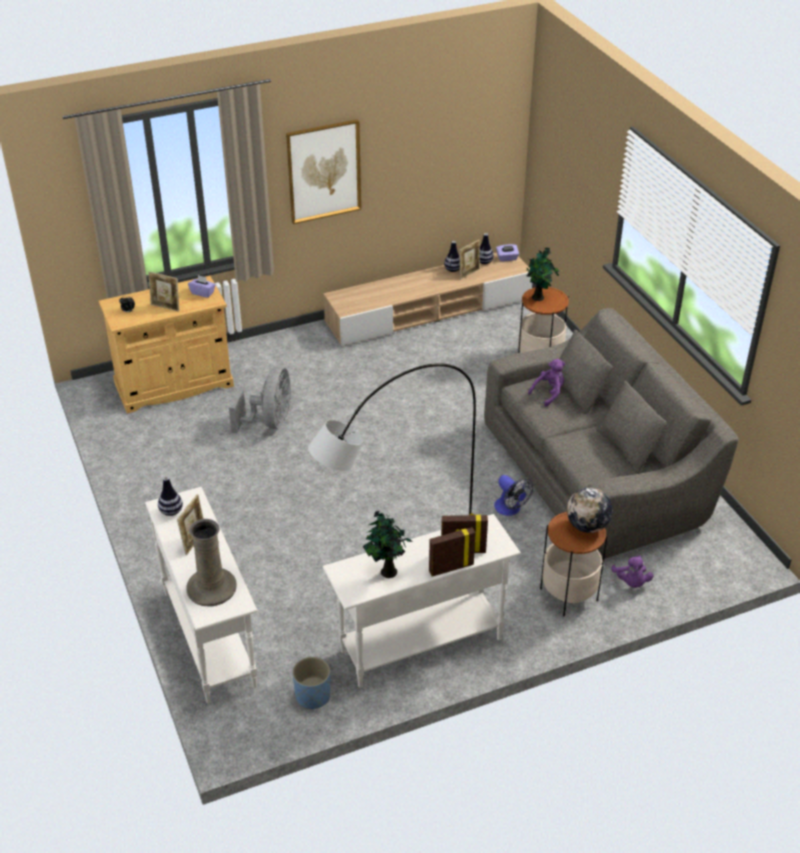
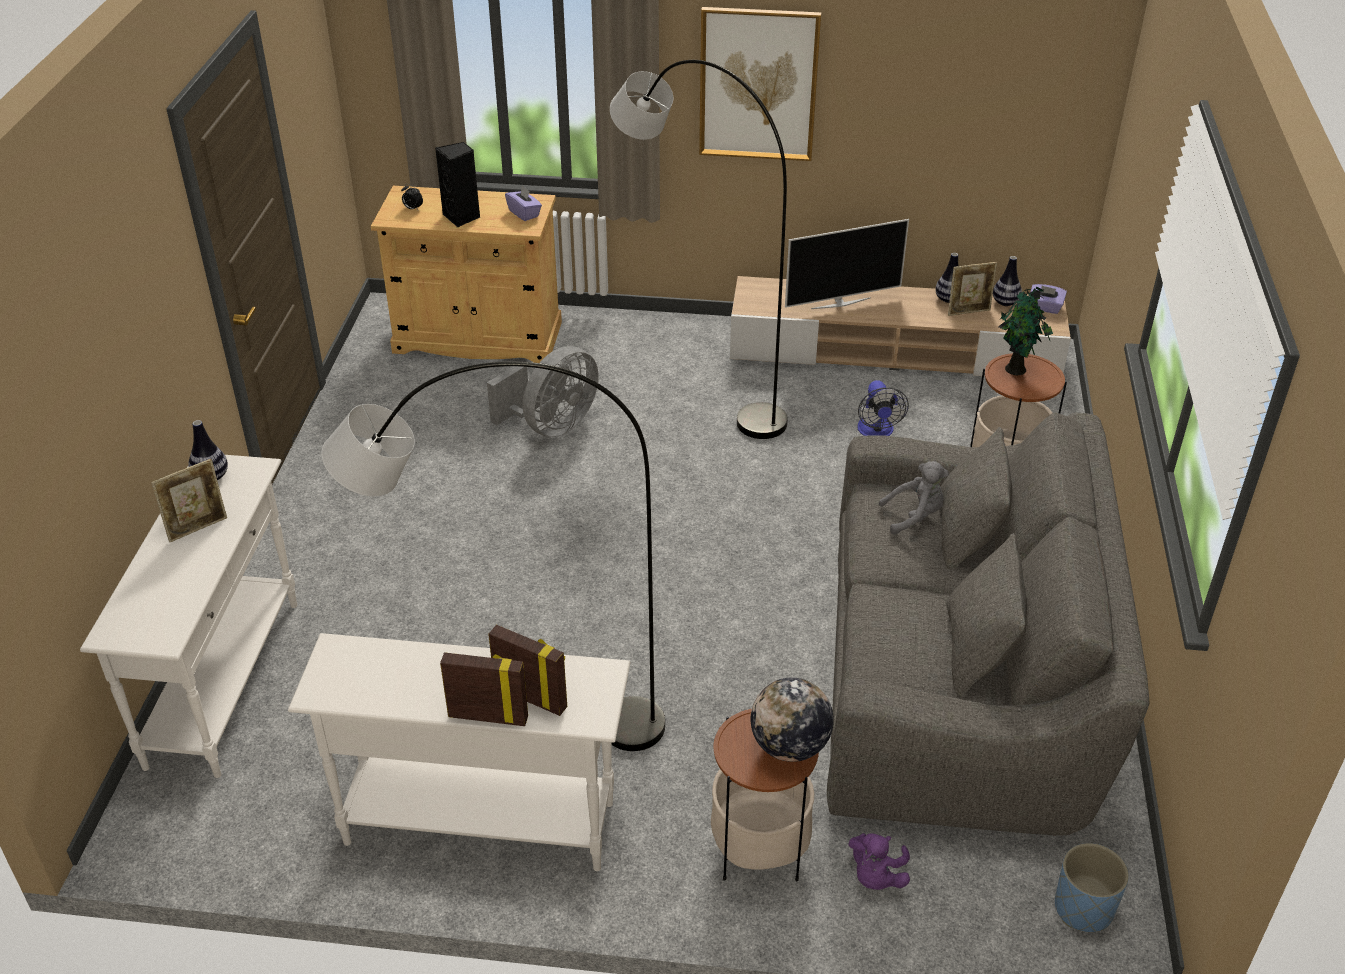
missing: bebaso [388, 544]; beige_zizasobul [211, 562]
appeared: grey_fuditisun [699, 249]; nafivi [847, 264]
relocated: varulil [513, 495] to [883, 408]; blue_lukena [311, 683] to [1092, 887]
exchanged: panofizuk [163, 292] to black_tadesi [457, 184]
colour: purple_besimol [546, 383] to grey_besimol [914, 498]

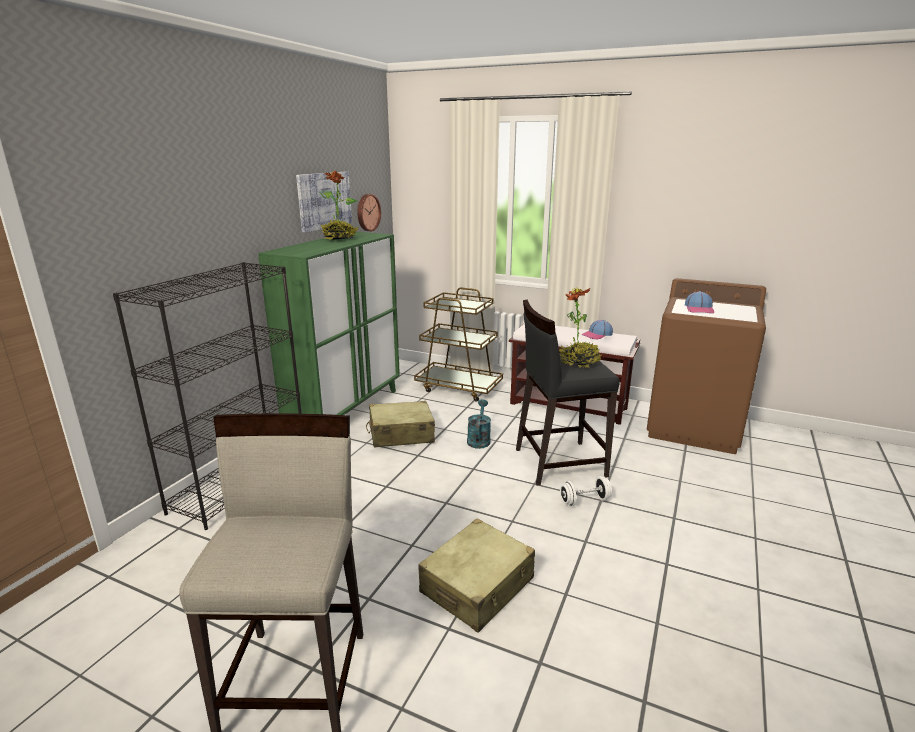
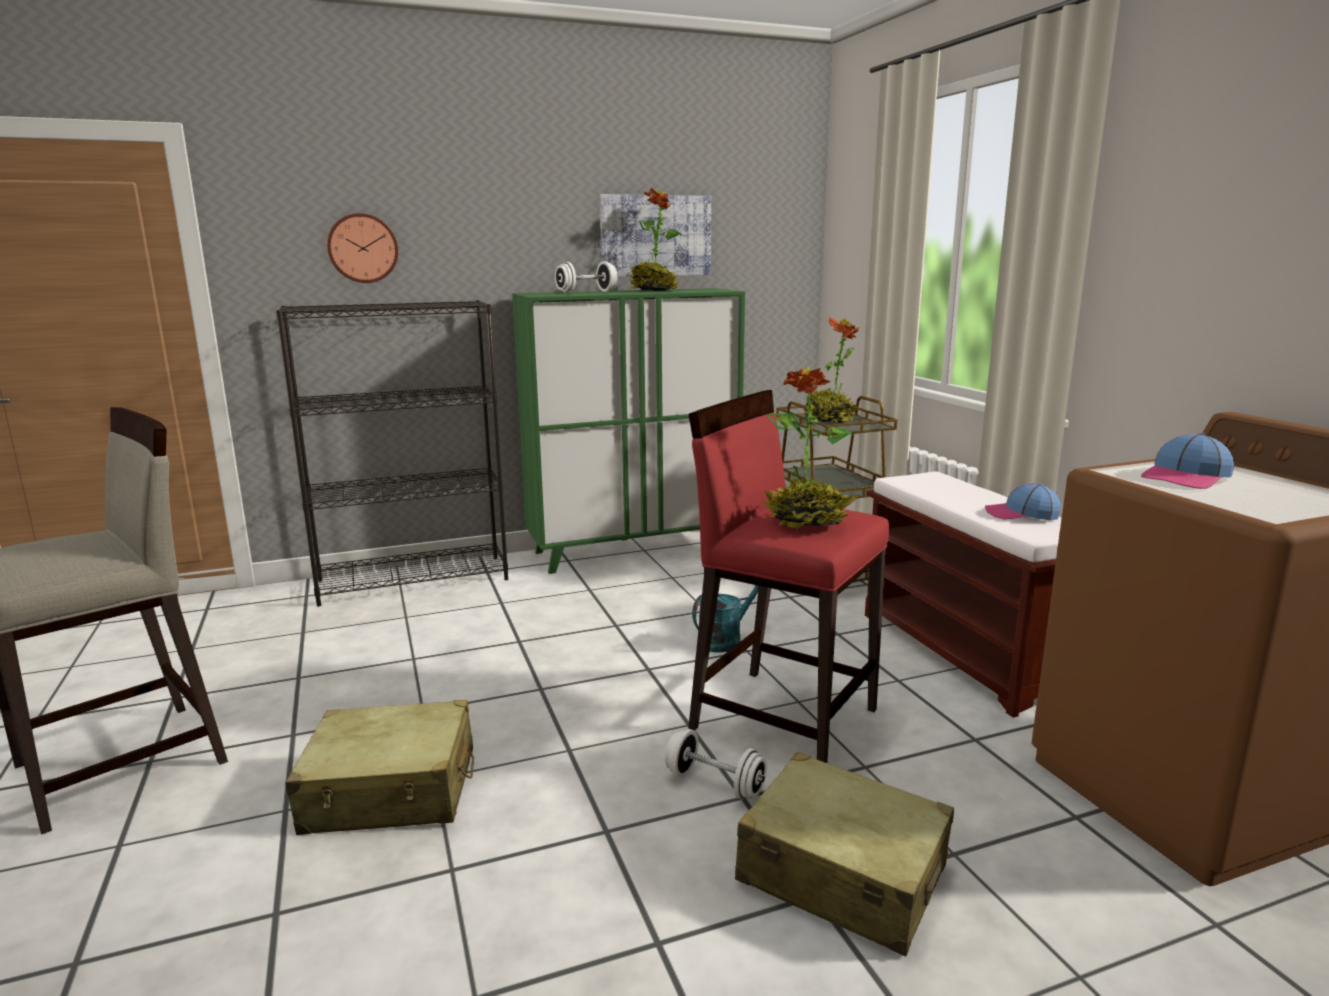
appeared: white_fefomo [586, 277]; bebaso [831, 370]
relocated: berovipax [369, 212] to [362, 248]; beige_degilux [400, 424] to [844, 854]
colour: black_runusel [568, 393] to red_runusel [789, 576]

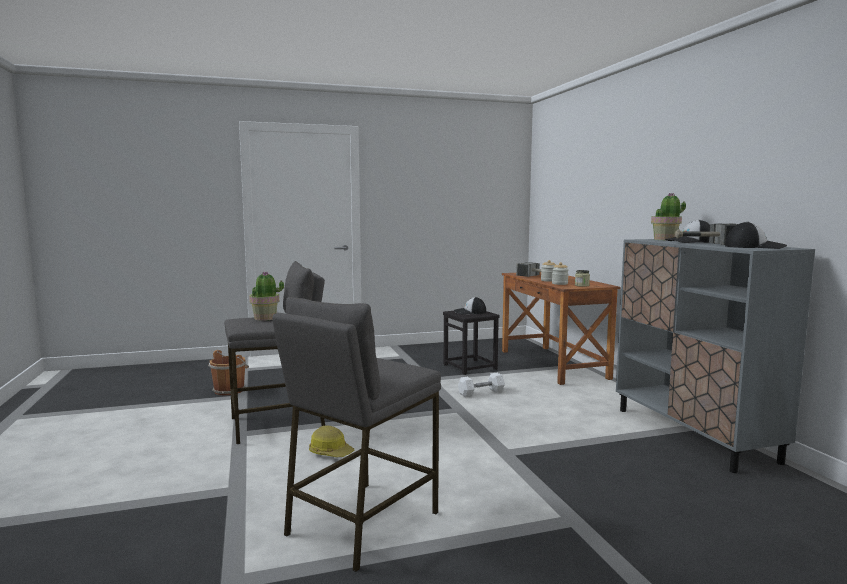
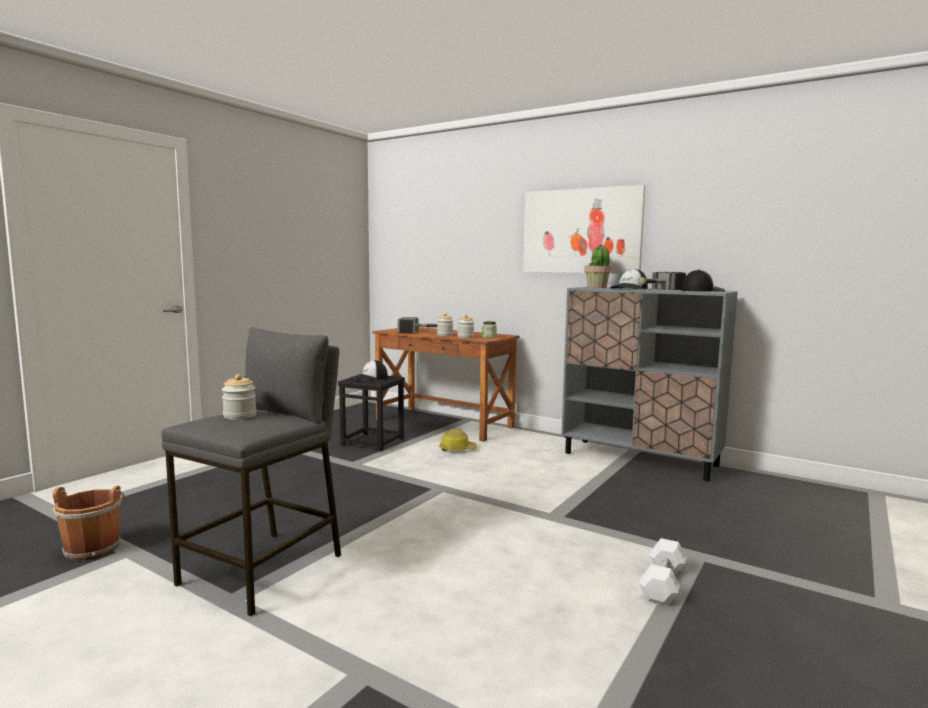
missing: grey_runusel [356, 434]
appeared: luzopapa [584, 229]
relocated: white_fefomo [481, 385] to [663, 572]; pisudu [332, 441] to [458, 440]
exchanged: bebaso [266, 296] to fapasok [239, 397]

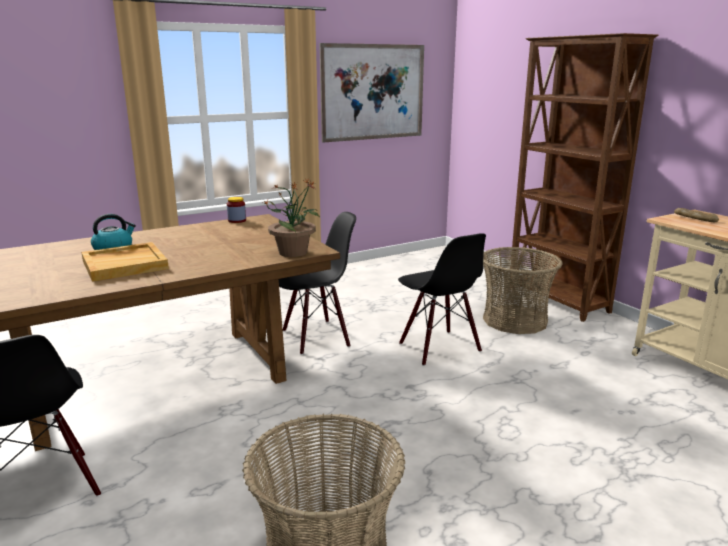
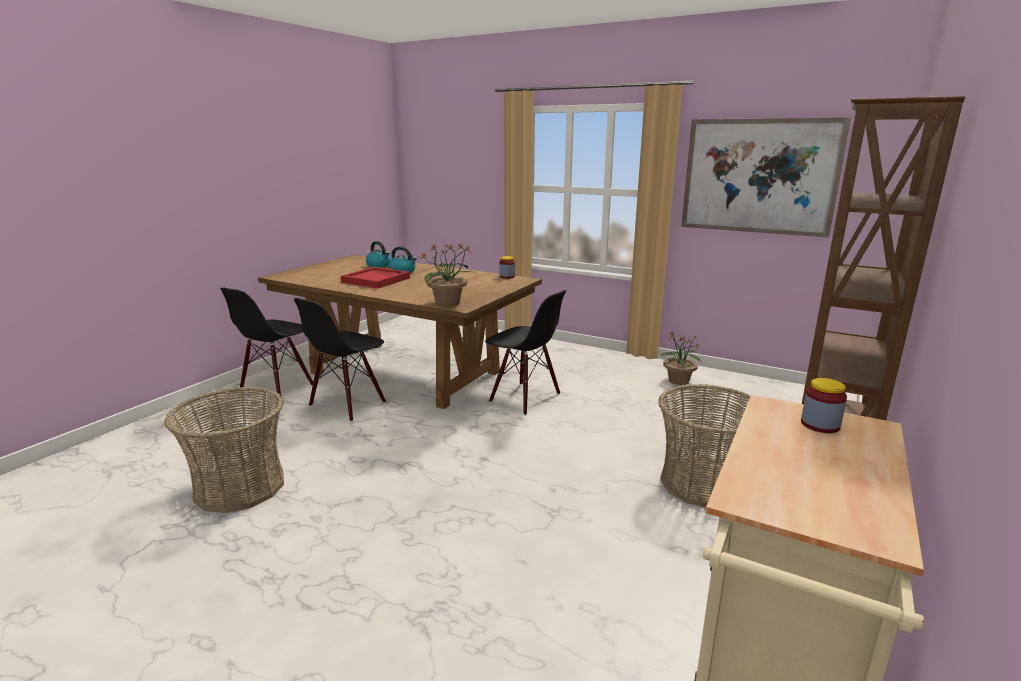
appeared: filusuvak [379, 254]; bebaso [681, 357]
relocated: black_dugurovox [442, 299] to [340, 360]
exchanged: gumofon [696, 215] to fapasok [824, 405]
colour: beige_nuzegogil [125, 262] to red_nuzegogil [375, 277]

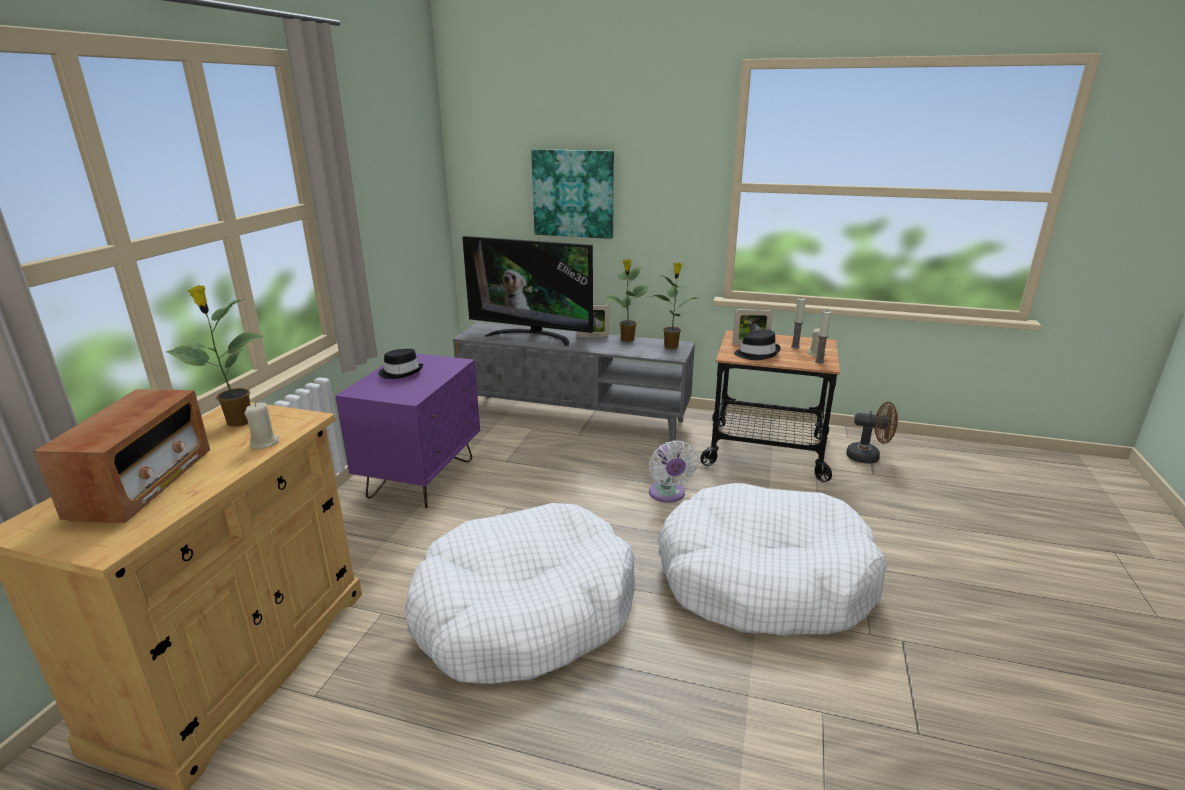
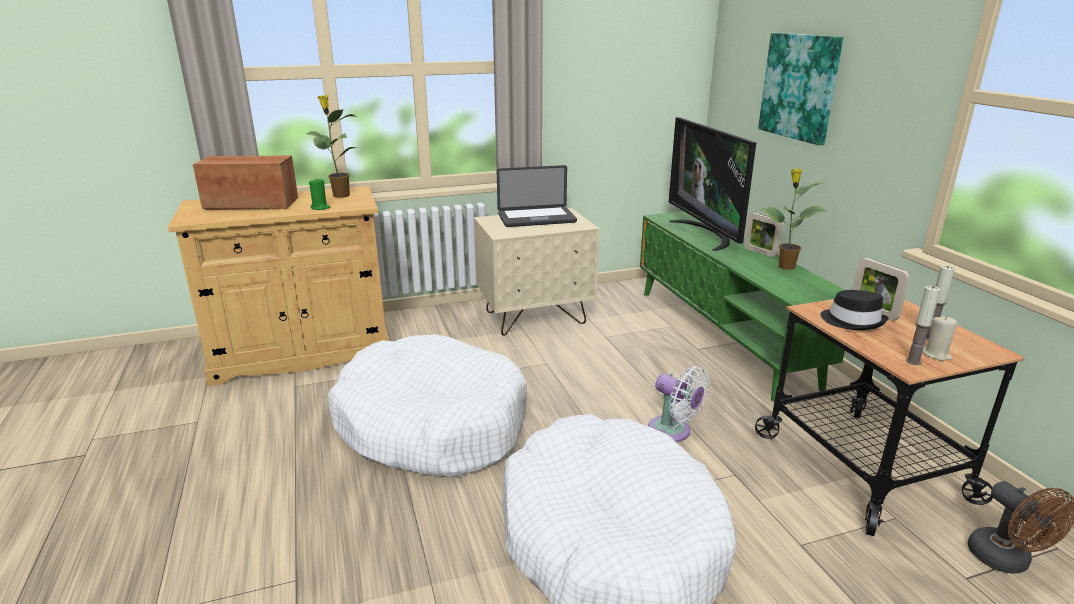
missing: bebaso [673, 305]
exchanged: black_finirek [400, 364] to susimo [537, 196]
colour: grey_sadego [574, 382] to green_sadego [742, 306]; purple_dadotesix [407, 431] to beige_dadotesix [537, 272]; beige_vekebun [261, 426] to green_vekebun [319, 194]
spun: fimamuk [122, 456] = [245, 182] 150 degrees counterclockwise; white_varulil [673, 471] = [679, 404] 90 degrees counterclockwise

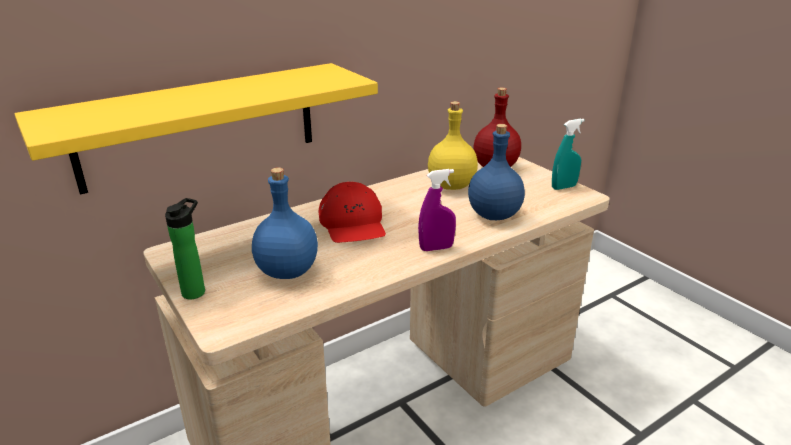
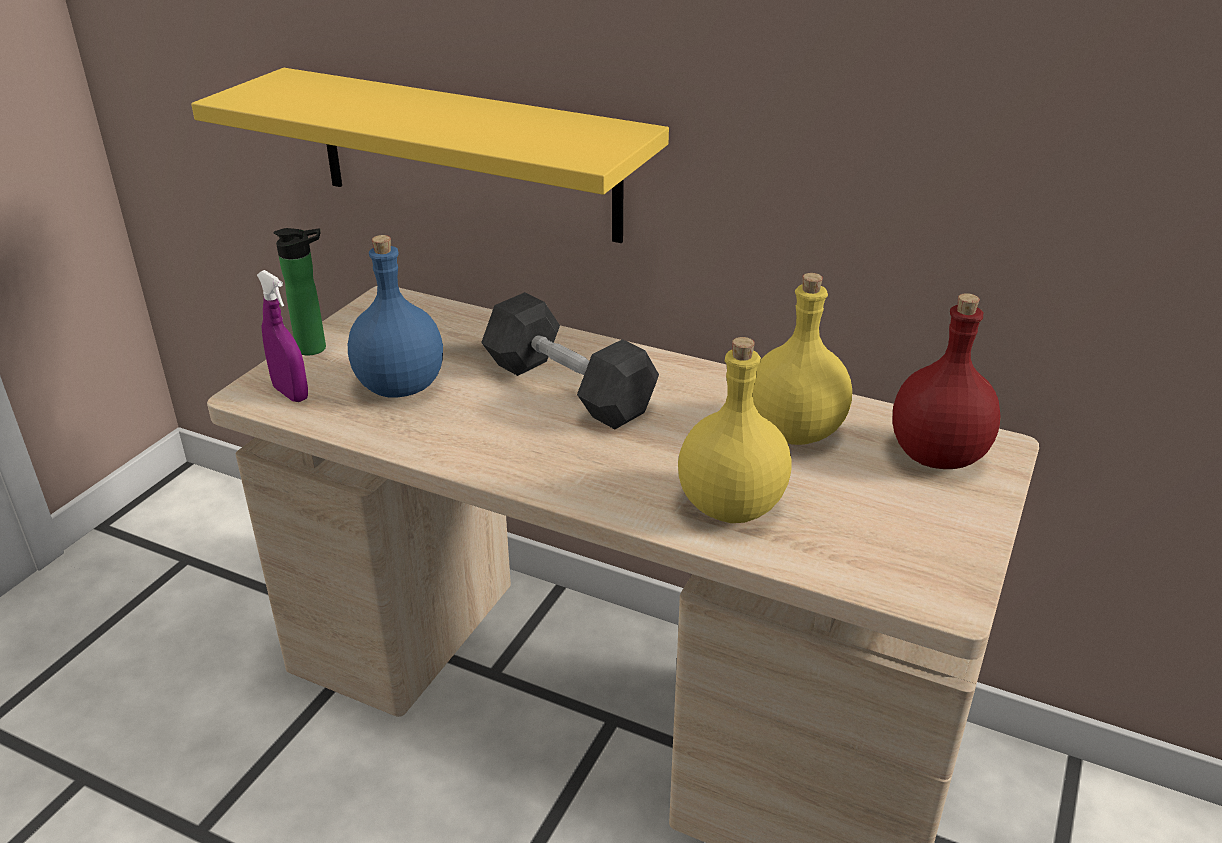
missing: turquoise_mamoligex [568, 154]
relocated: purple_mamoligex [437, 210] to [282, 336]
exchanged: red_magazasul [352, 212] to black_fefomo [570, 360]
colour: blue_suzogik [496, 172] to yellow_suzogik [735, 430]

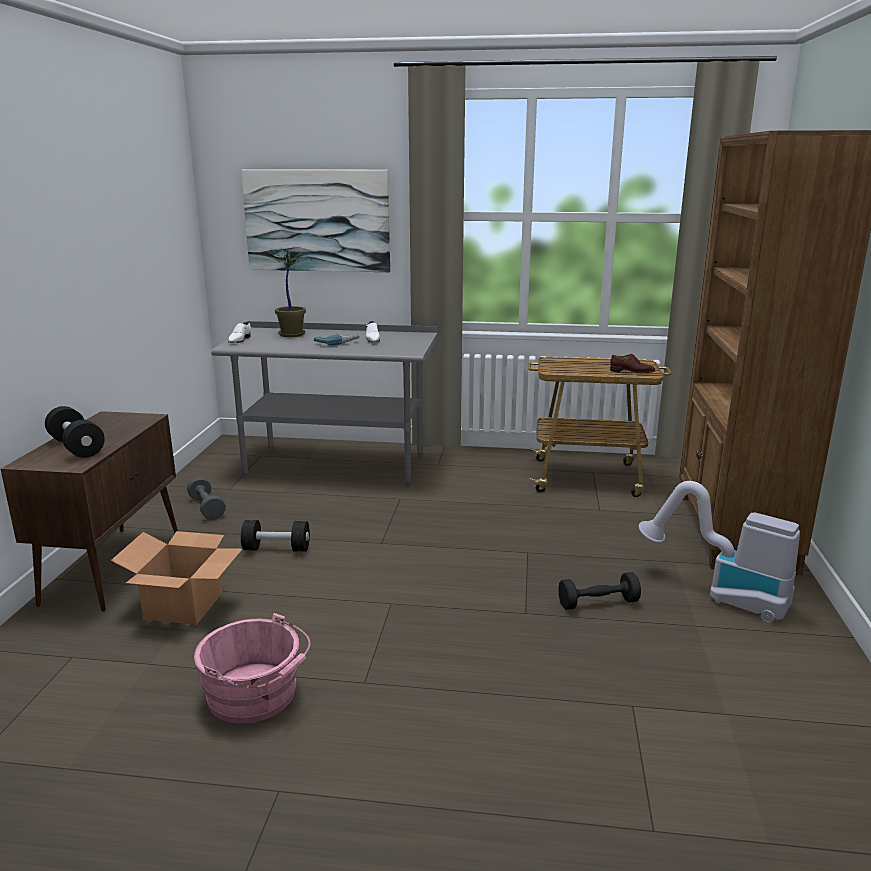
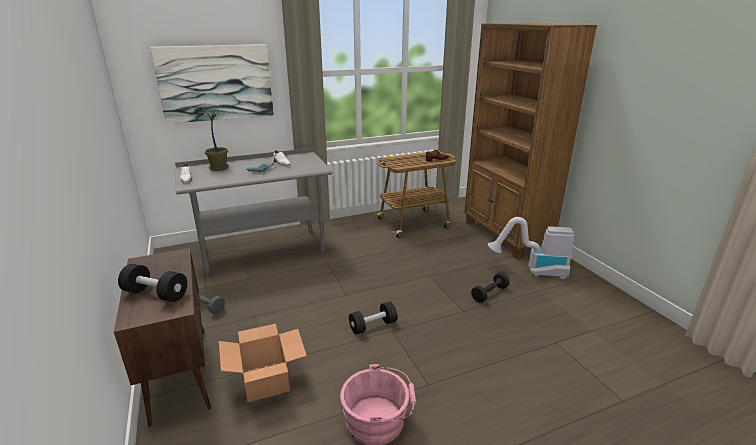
relocated: black_fefomo [275, 535] to [373, 318]

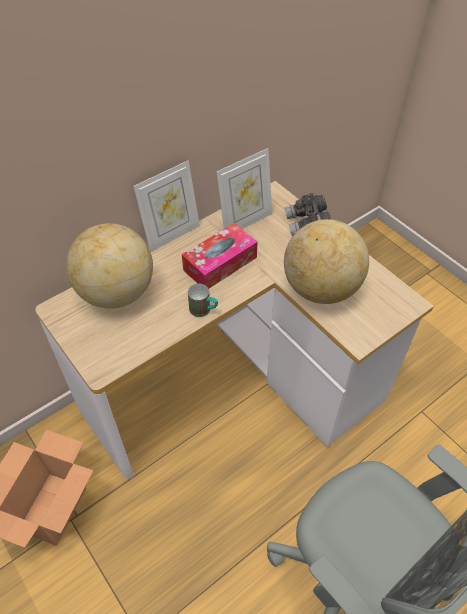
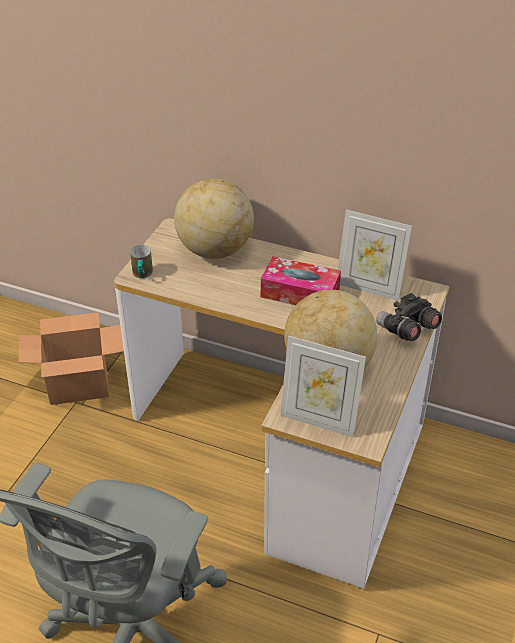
relocated: panofizuk [166, 206] to [323, 386]; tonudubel [203, 300] to [141, 261]

